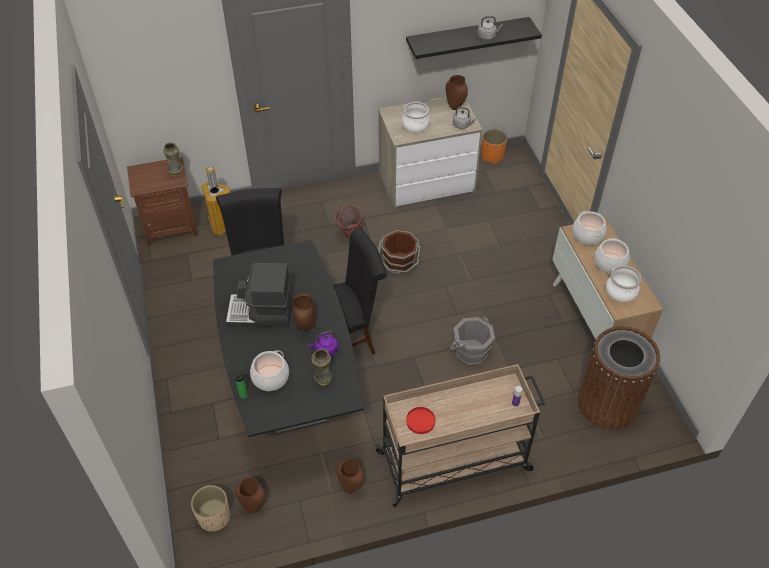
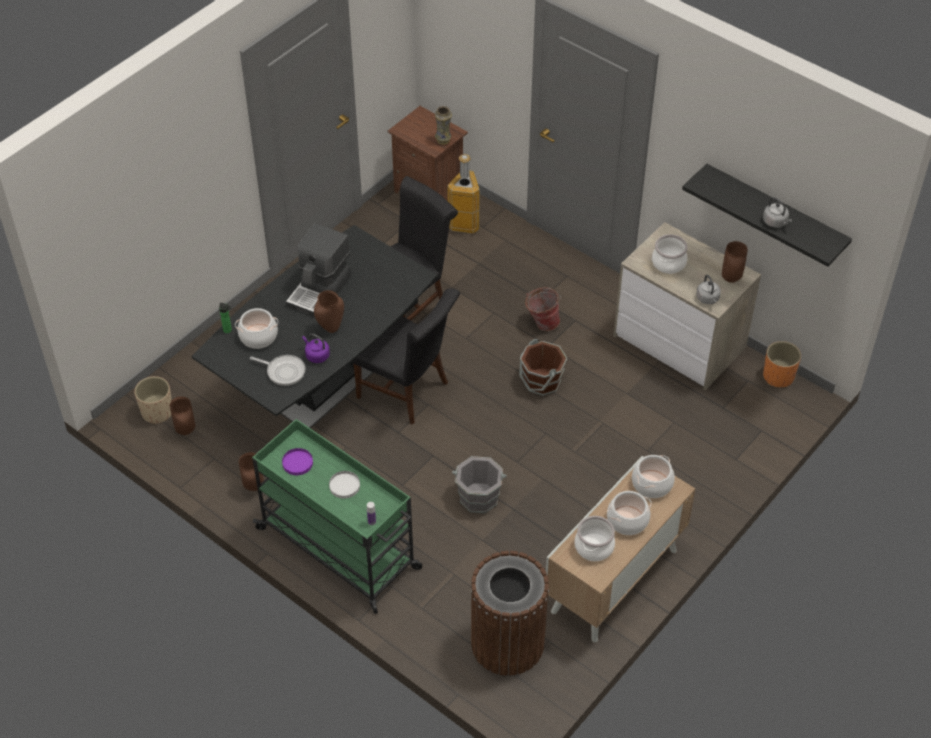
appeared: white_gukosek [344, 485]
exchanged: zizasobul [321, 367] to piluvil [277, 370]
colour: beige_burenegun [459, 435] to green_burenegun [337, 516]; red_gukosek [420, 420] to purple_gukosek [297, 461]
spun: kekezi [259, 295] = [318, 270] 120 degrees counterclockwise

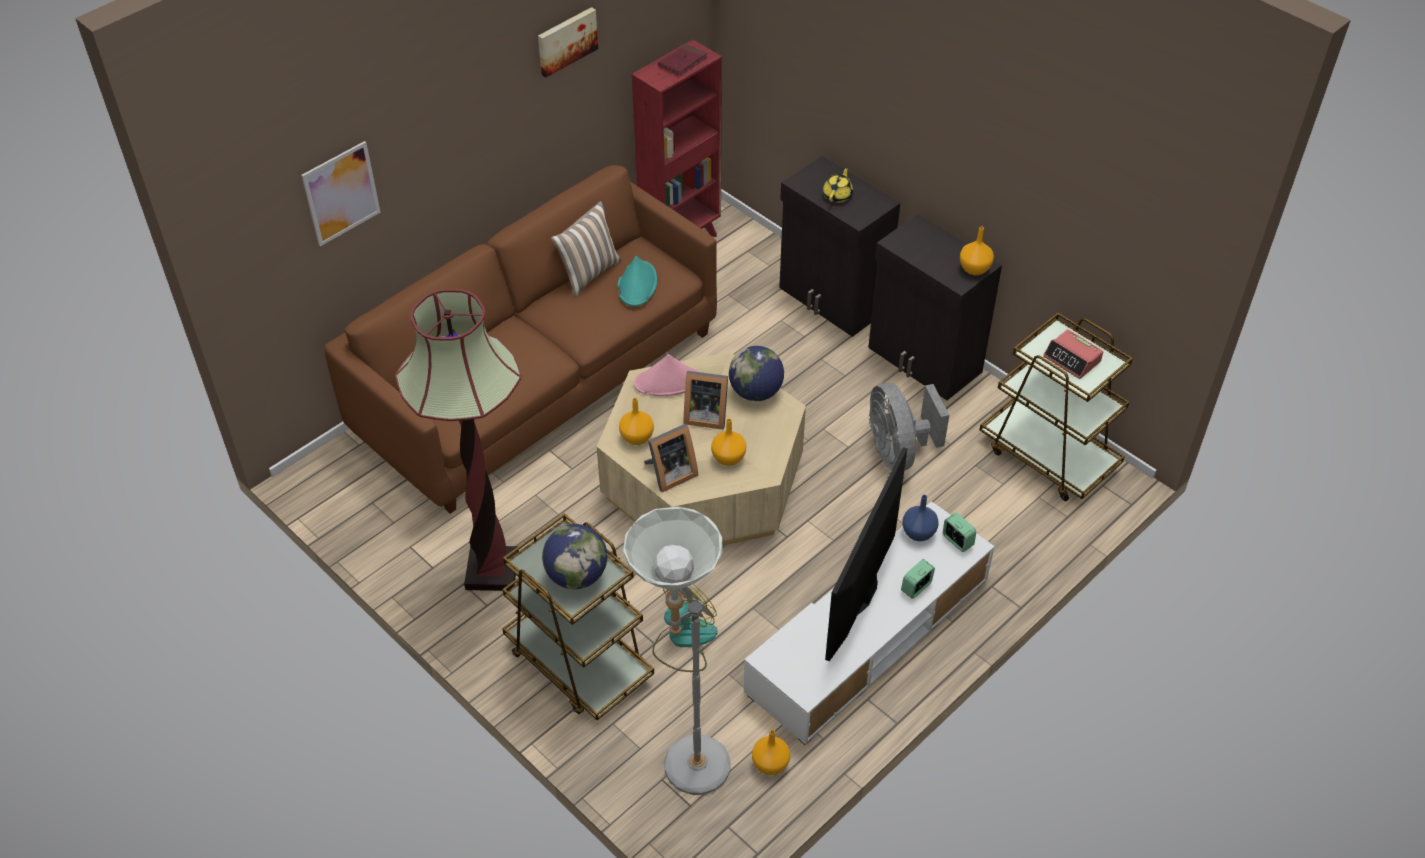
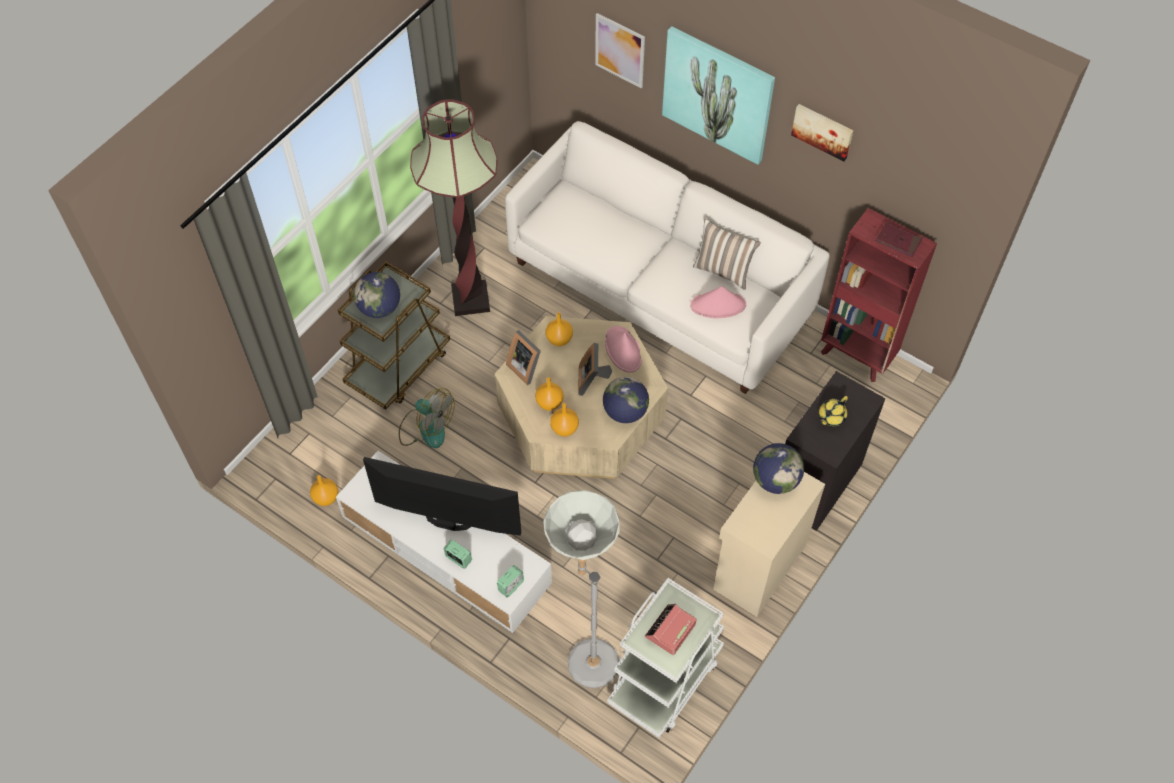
missing: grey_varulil [909, 427]; blue_zizasobul [920, 518]
appeared: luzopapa [718, 95]; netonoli [778, 468]
relocated: orange_zizasobul [977, 250] to [564, 419]; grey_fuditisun [677, 651] to [581, 589]
colour: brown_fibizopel [521, 339] to white_fibizopel [667, 257]; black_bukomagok [935, 307] to beige_bukomagok [769, 544]; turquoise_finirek [637, 281] to pink_finirek [718, 302]; brown_burenegun [1056, 407] to white_burenegun [665, 658]
spun: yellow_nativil [838, 184] = [833, 411] 120 degrees clockwise

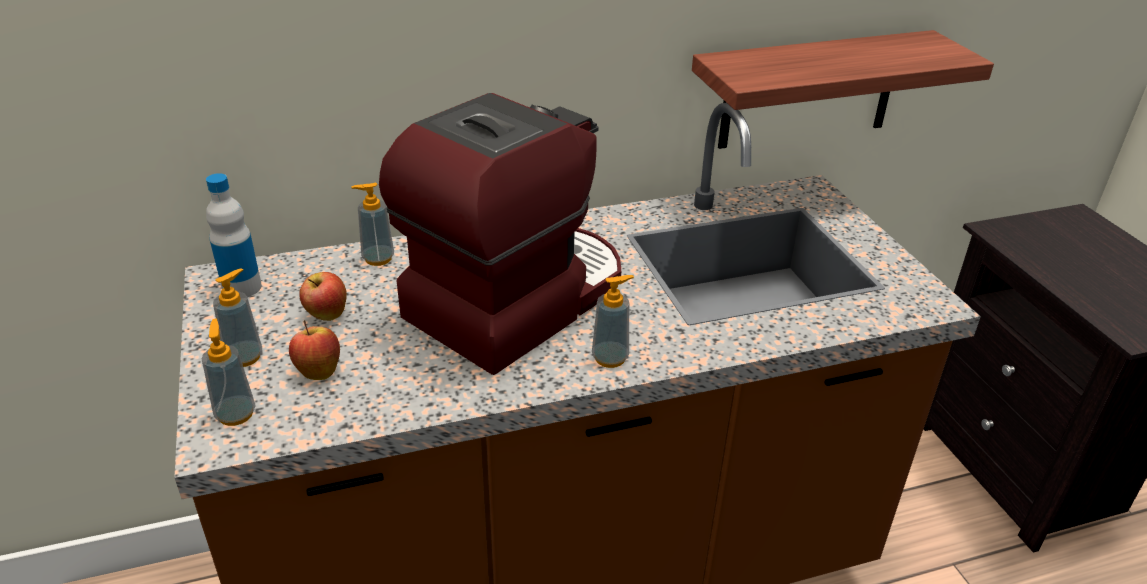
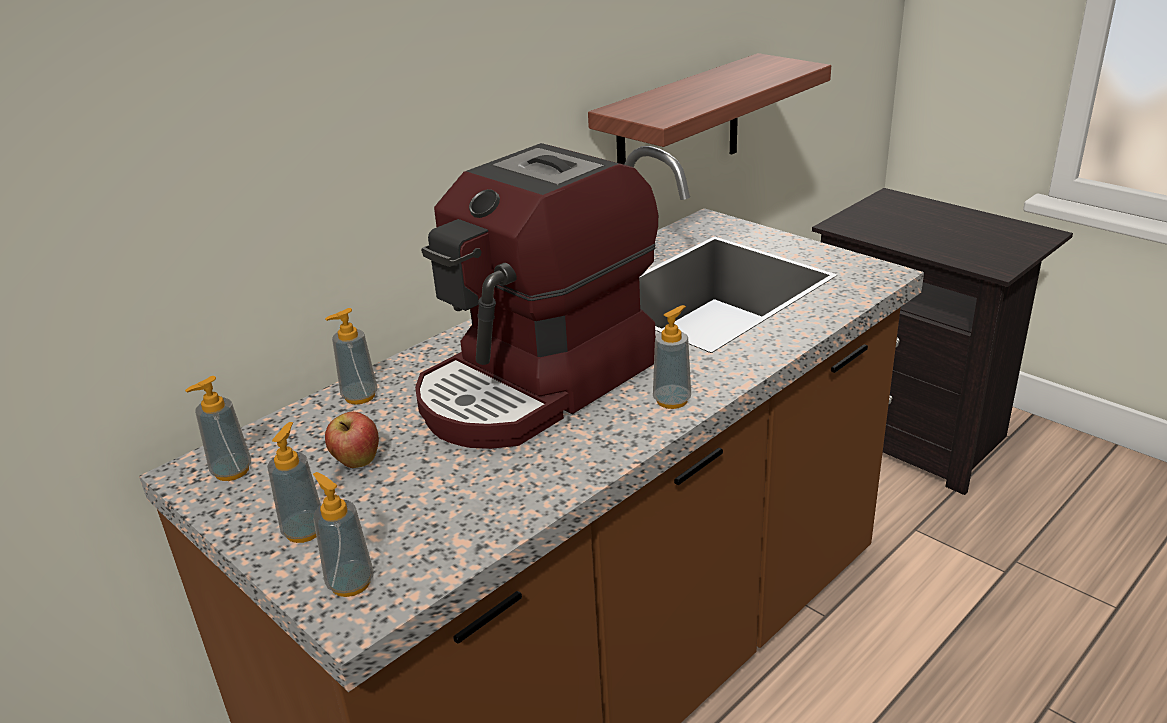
missing: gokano [314, 350]
exchanged: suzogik [234, 235] to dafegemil [218, 428]
spun: kekezi [500, 234] = [536, 296] 150 degrees counterclockwise

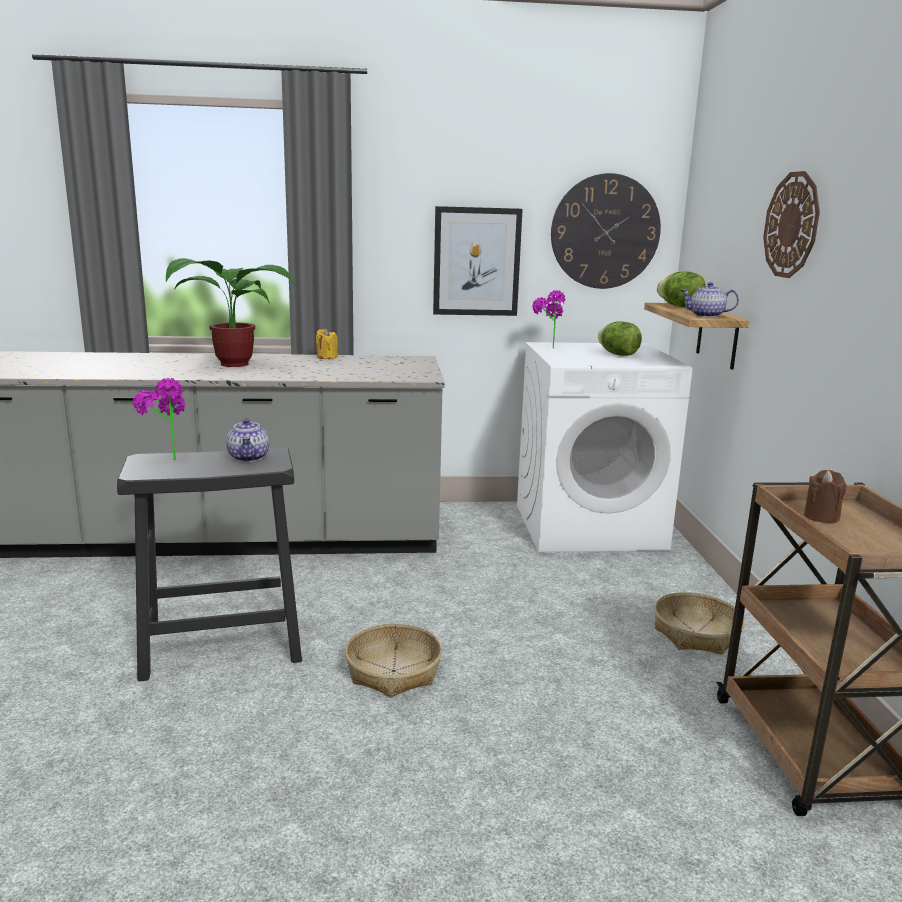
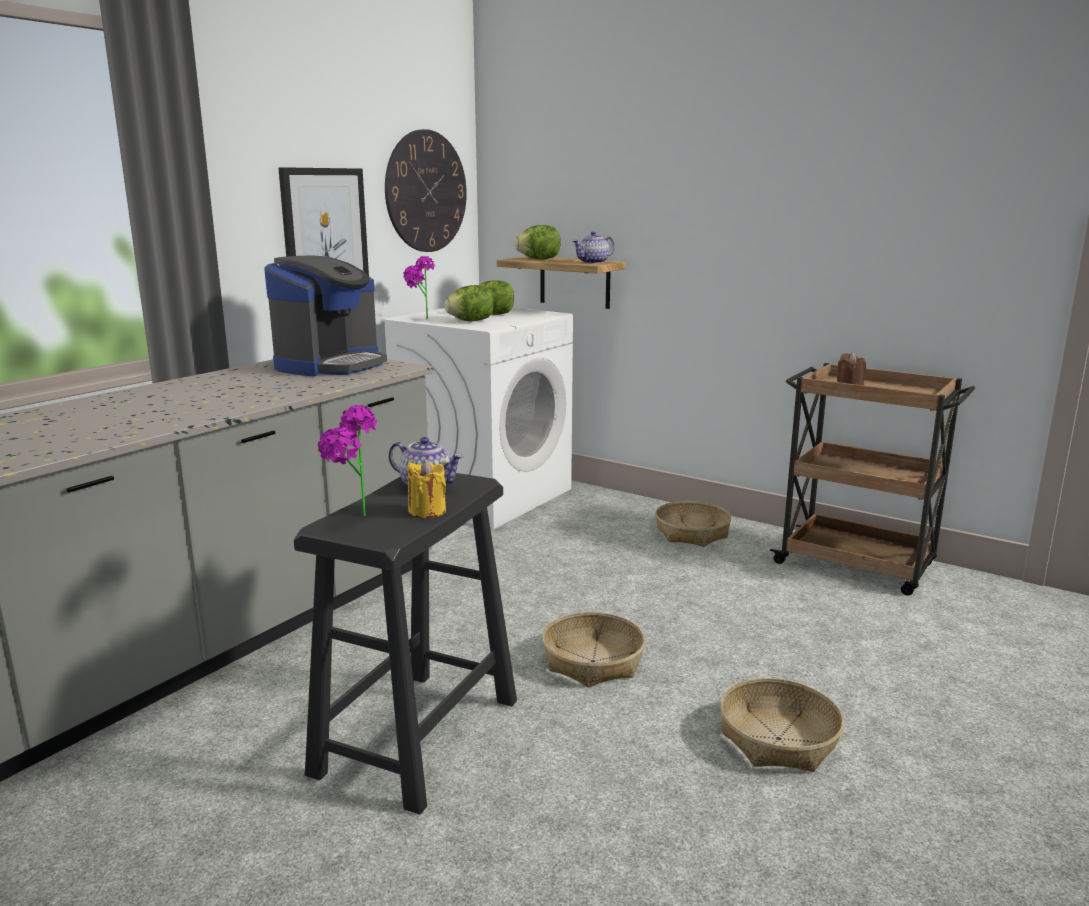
missing: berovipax [791, 224]; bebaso [230, 312]
appeared: kekezi [325, 316]; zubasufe [468, 303]; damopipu [782, 725]
relocated: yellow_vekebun [327, 343] to [427, 489]

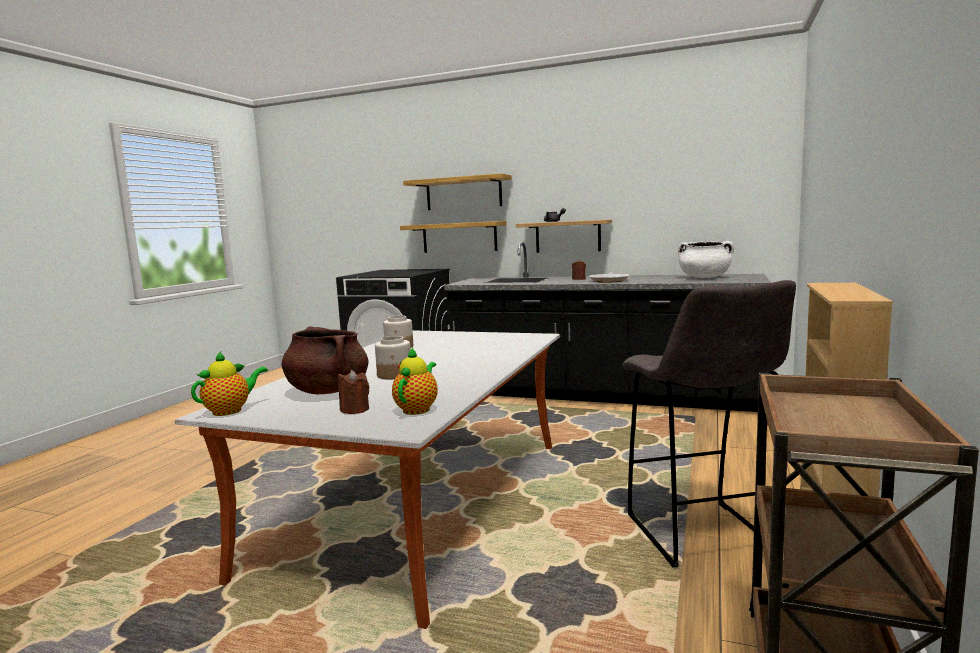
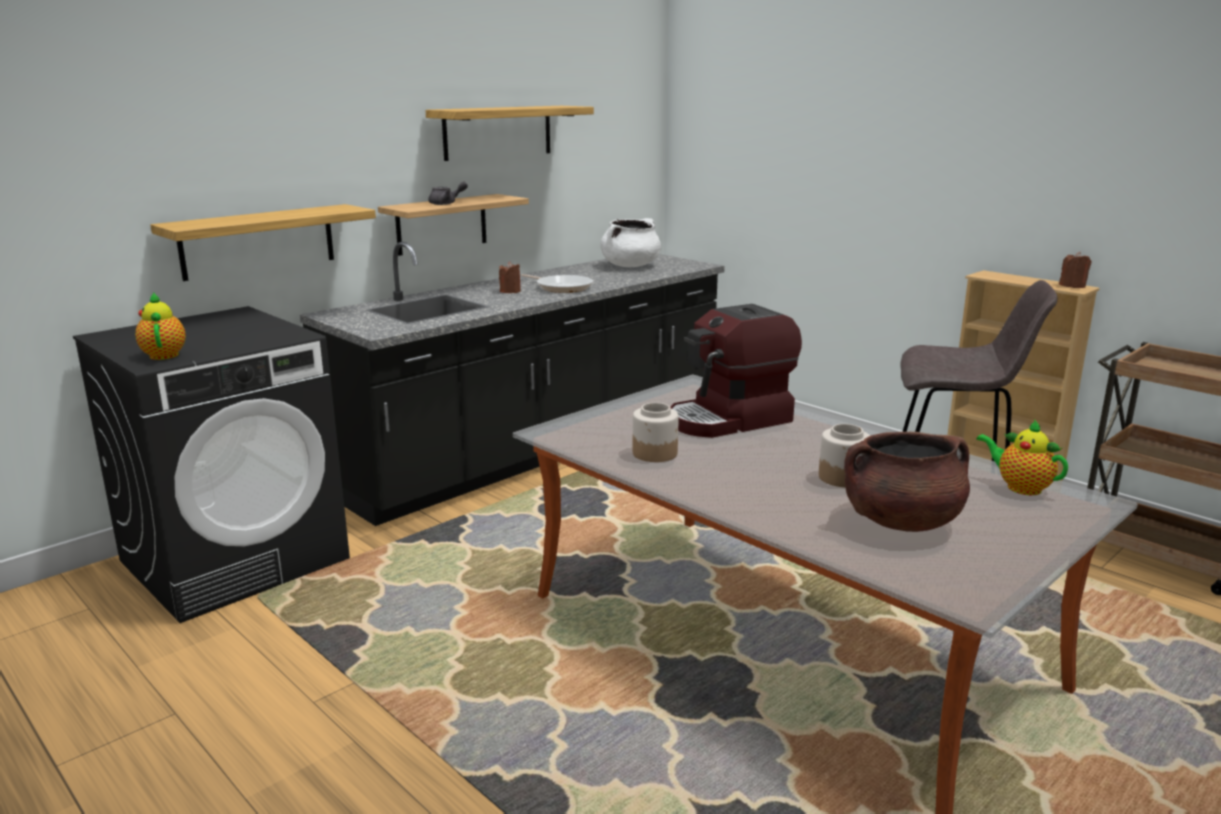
appeared: kekezi [736, 371]
relocated: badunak [457, 191] to [509, 133]; nativil [229, 383] to [160, 326]; brown_vekebun [353, 392] to [1075, 269]

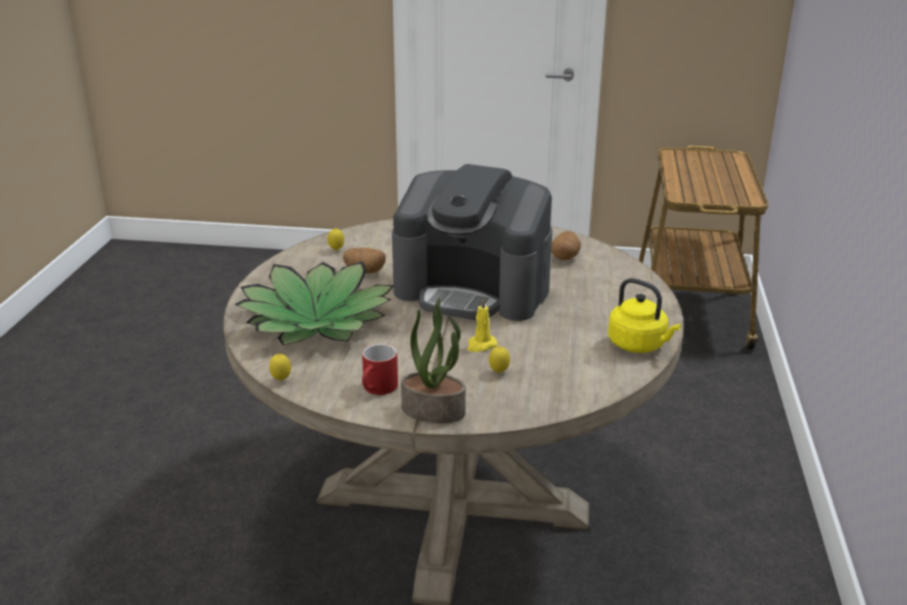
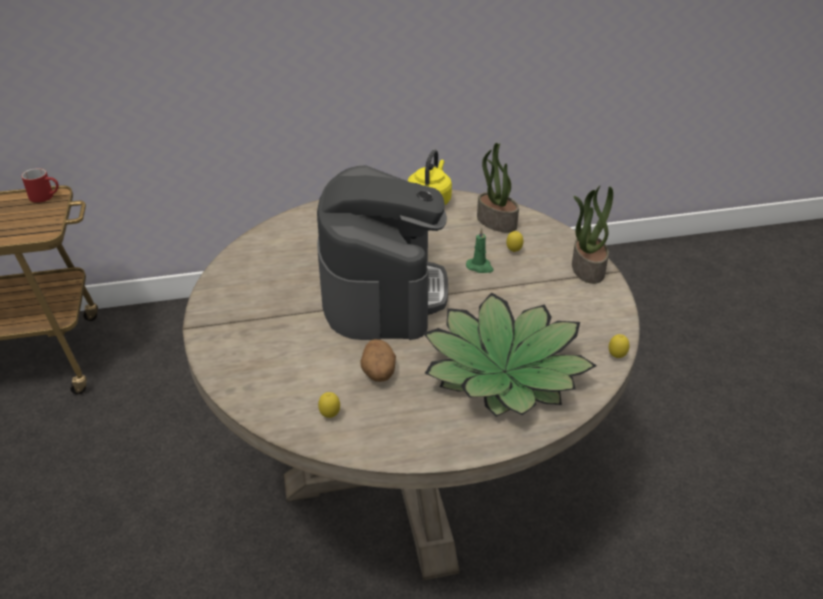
missing: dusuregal [566, 245]
appeared: bebaso [498, 187]
relocated: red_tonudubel [380, 369] to [40, 185]
colour: yellow_vekebun [483, 325] to green_vekebun [480, 250]

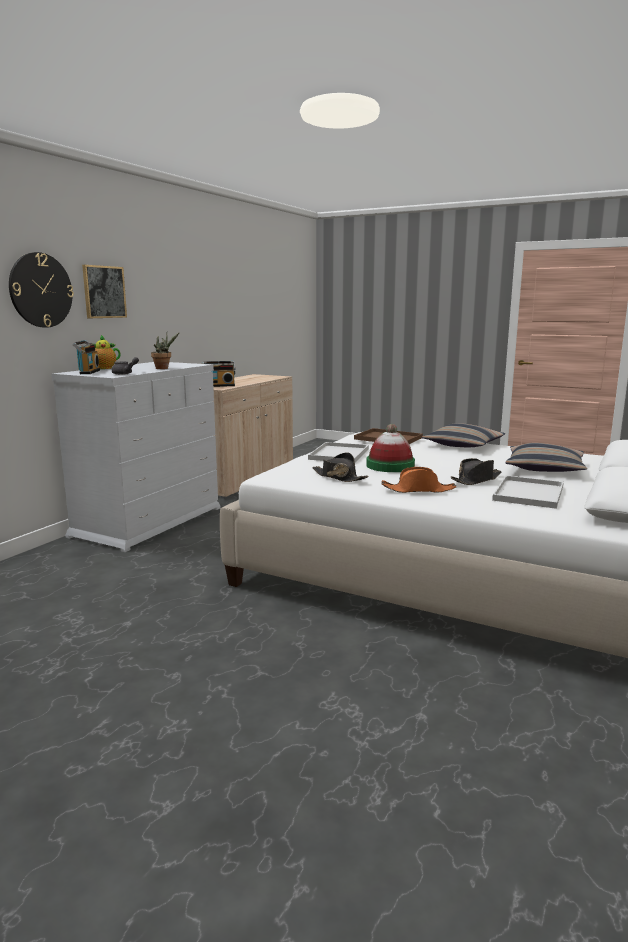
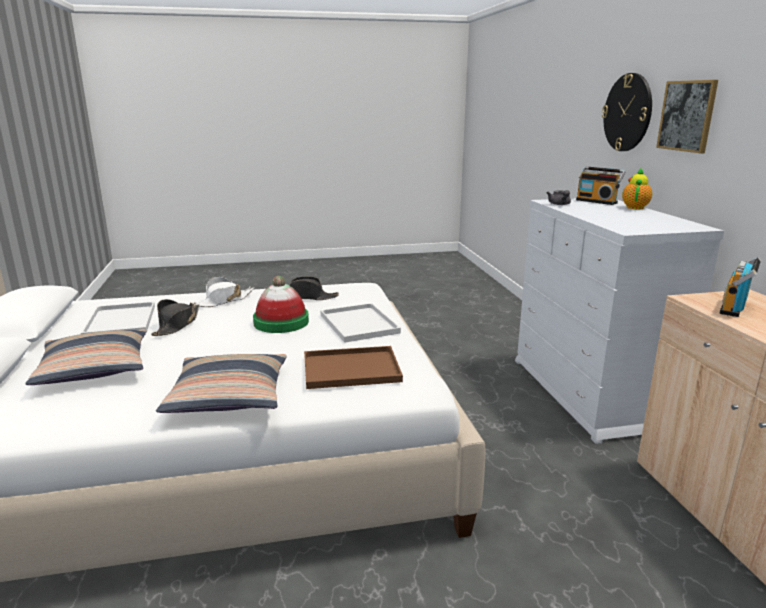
missing: bebaso [165, 350]
colour: orange_finirek [418, 480] to white_finirek [223, 292]

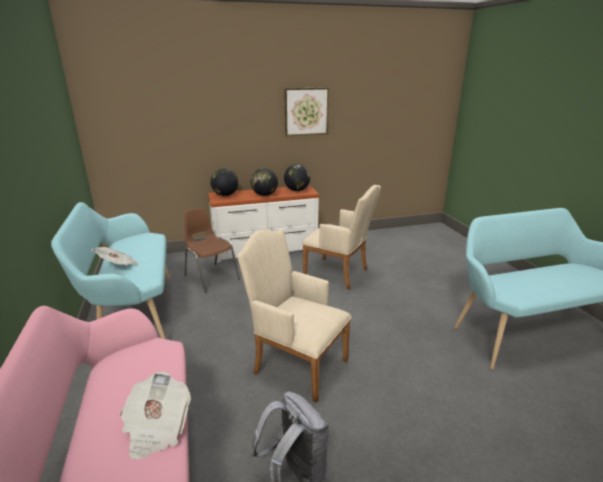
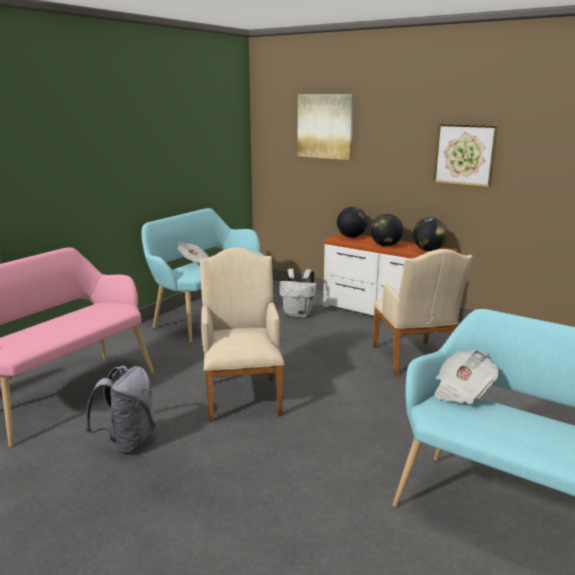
appeared: luzopapa [325, 127]
relocated: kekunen [155, 416] to [466, 377]
exchanged: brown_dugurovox [212, 250] to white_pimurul [297, 292]

